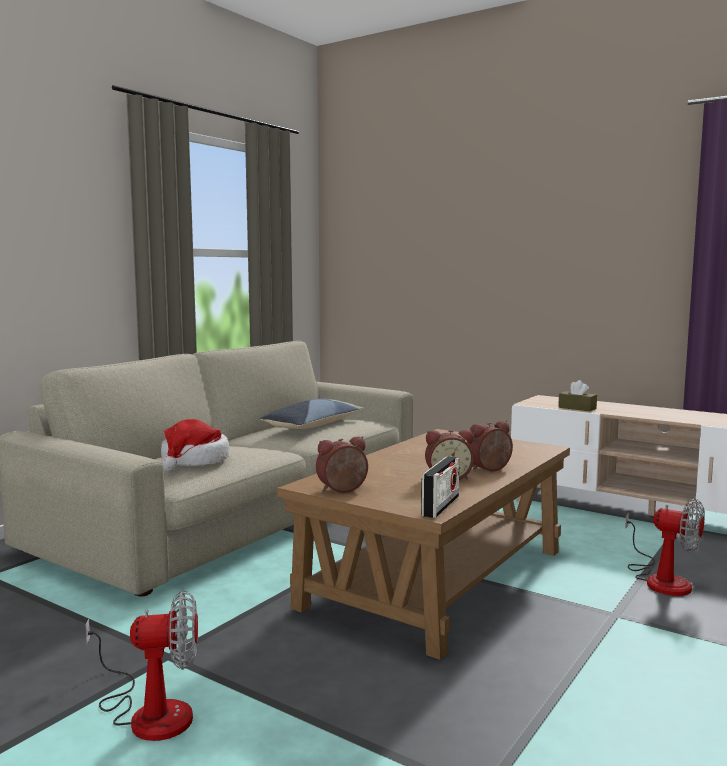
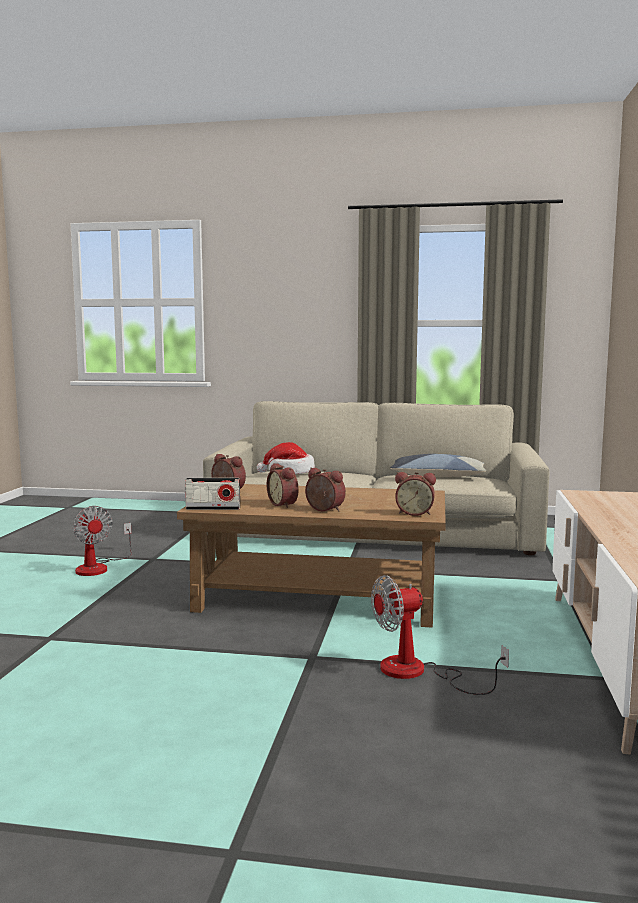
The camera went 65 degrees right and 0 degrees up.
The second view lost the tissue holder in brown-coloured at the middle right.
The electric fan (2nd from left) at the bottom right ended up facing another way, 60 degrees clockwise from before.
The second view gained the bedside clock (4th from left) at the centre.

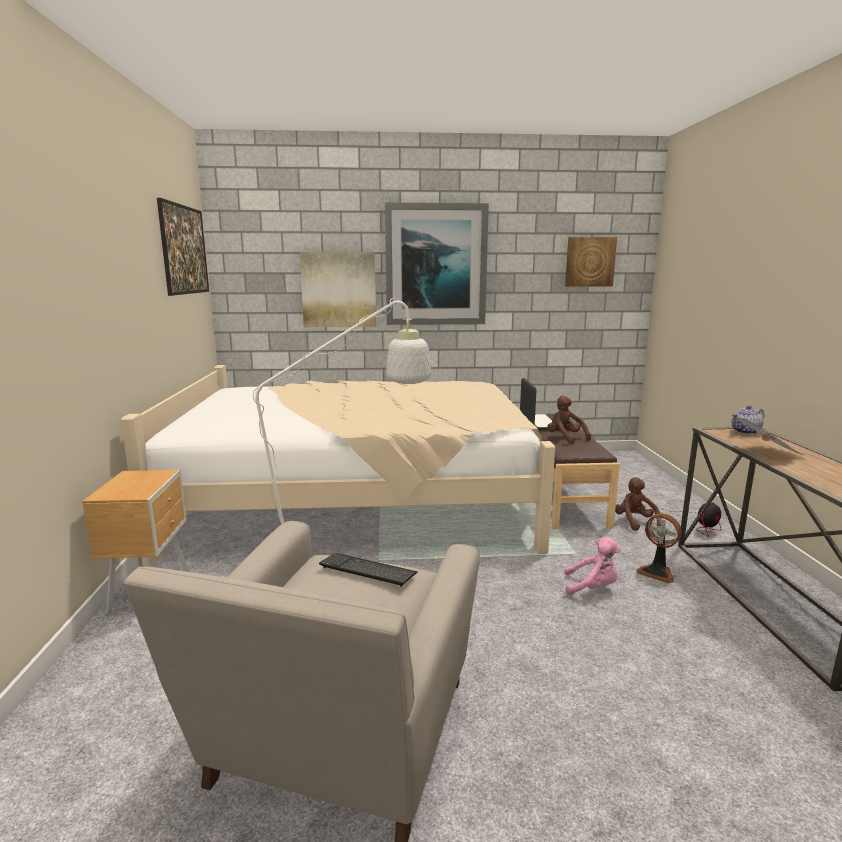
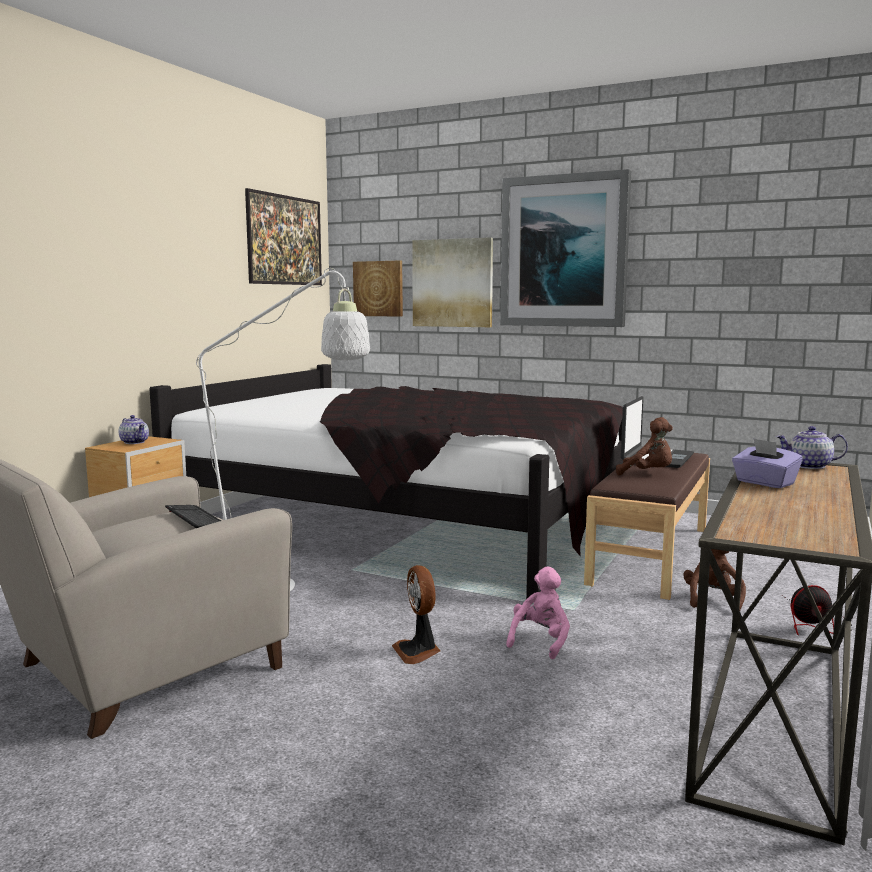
The camera went 30 degrees right and 5 degrees down.
What was the bedroom bed in beige at the centre turned into the bedroom bed in black at the centre.
The soft toy in brown-coloured (1st from left) at the middle right ended up facing another way, 120 degrees clockwise from before.
The wall art (4th from left in the first image) ended up elsewhere, having gone from the top right to the top centre.
The soft toy in pink at the bottom right ended up facing another way, 105 degrees counterclockwise from before.
The electric fan (1st from left) ended up elsewhere, having gone from the middle right to the bottom centre.
Where the printed paper stood at the middle right, the tissue holder in purplish came to stand at the middle right.
The second view gained the teapot (1st from left) at the middle left.

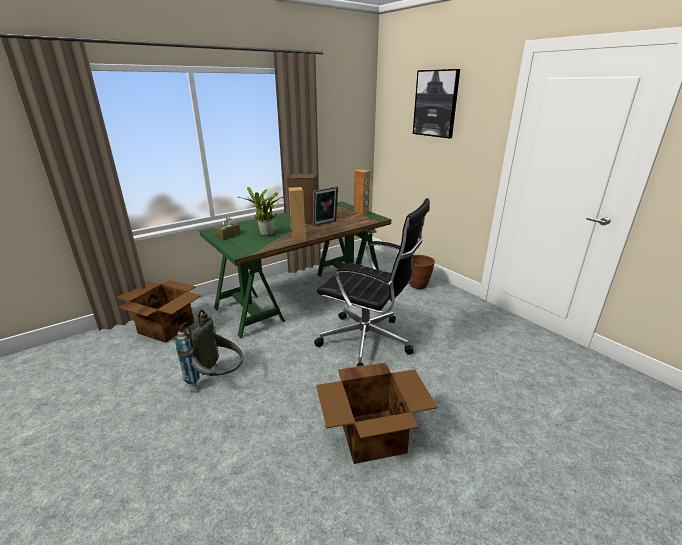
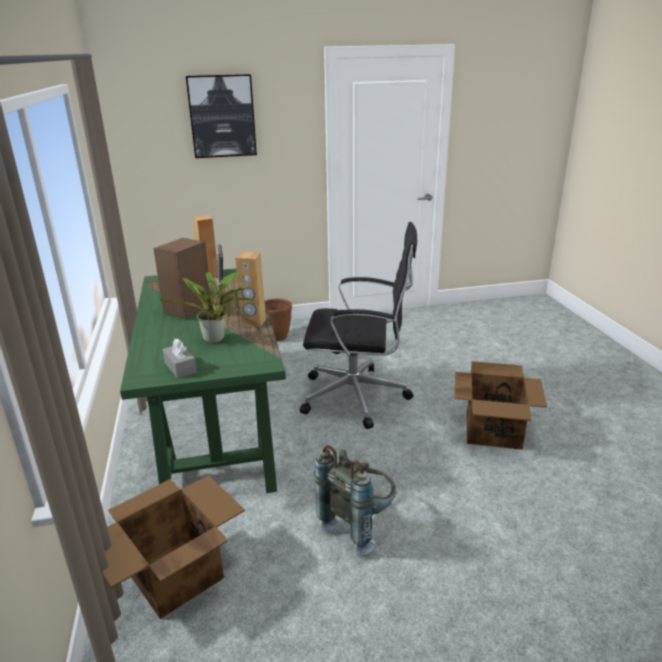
The camera went 65 degrees left and 0 degrees up.
What was the tissue holder in brown-coloured at the middle left turned into the tissue holder in grey at the middle left.
The office chair in black at the centre ended up facing another way, 45 degrees clockwise from before.

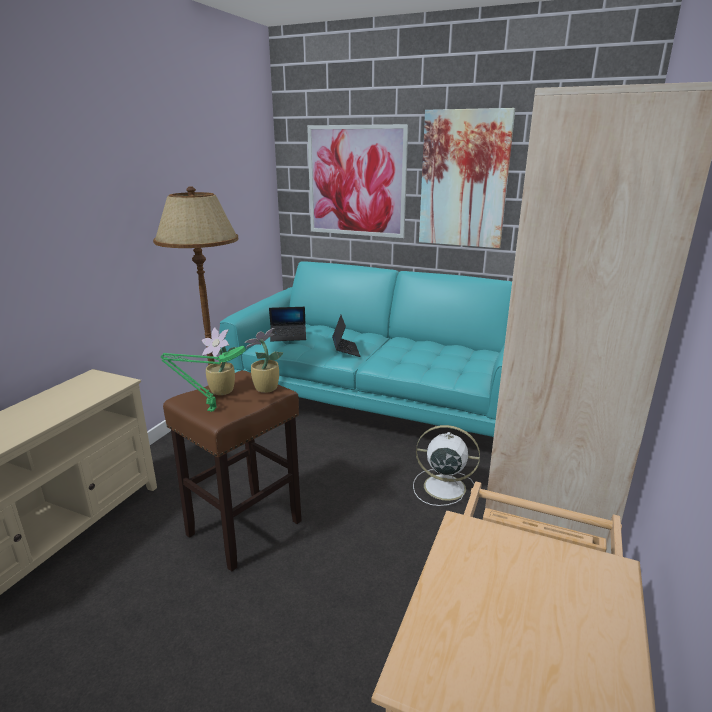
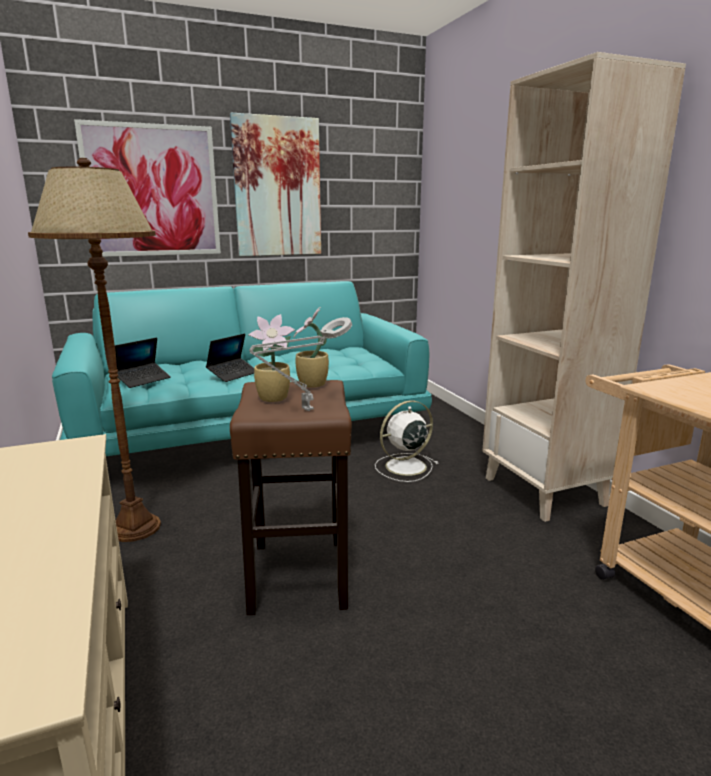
The camera went 45 degrees left and 5 degrees down.
What was the tabletop lamp in greenish at the middle left turned into the tabletop lamp in grey at the centre.
The notebook computer (2nd from left) at the centre ended up facing another way, 90 degrees clockwise from before.

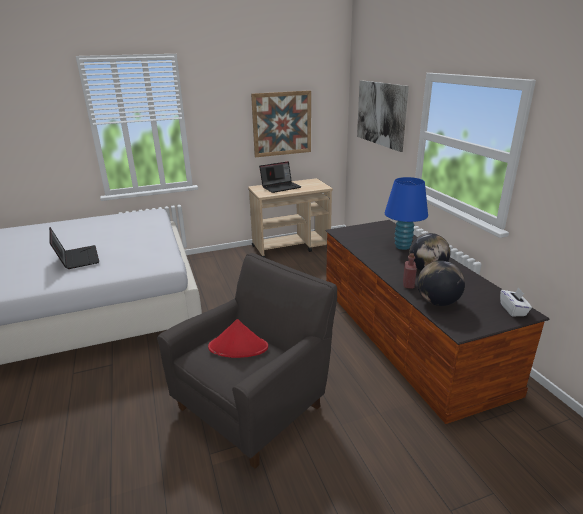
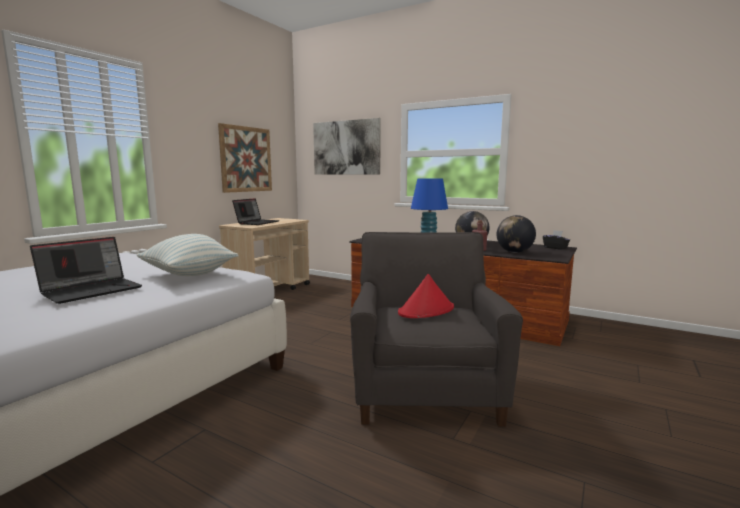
The camera went 40 degrees left and 15 degrees down.
The notebook computer (1st from left) at the middle left ended up facing another way, 105 degrees clockwise from before.
What was the tissue holder in whitish at the middle right turned into the tissue holder in black at the middle right.
The second view gained the throw pillow at the middle left.

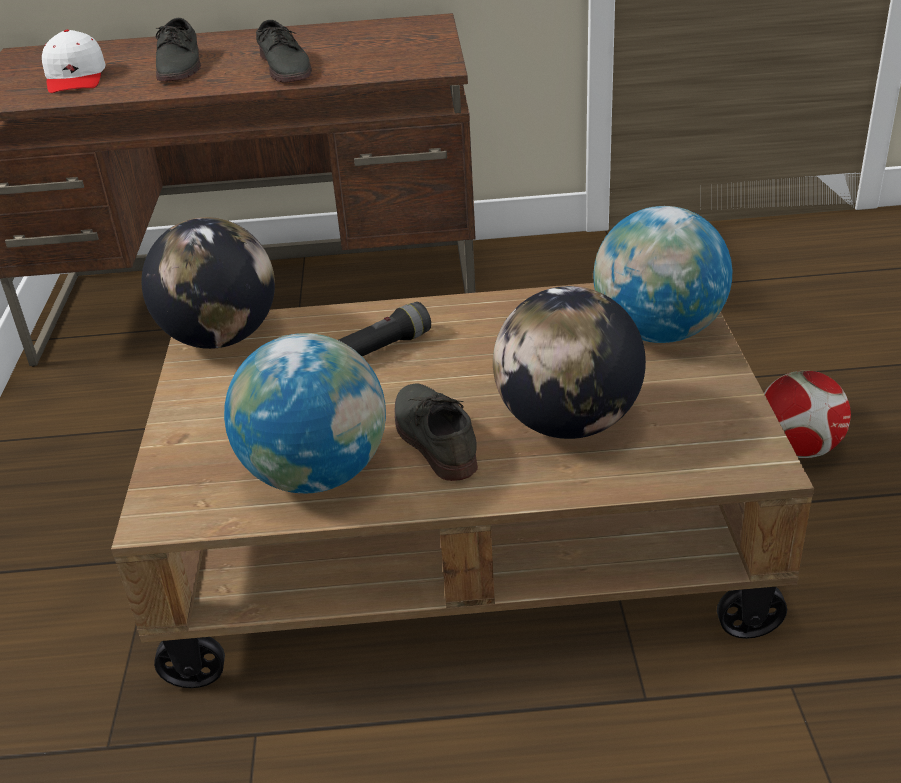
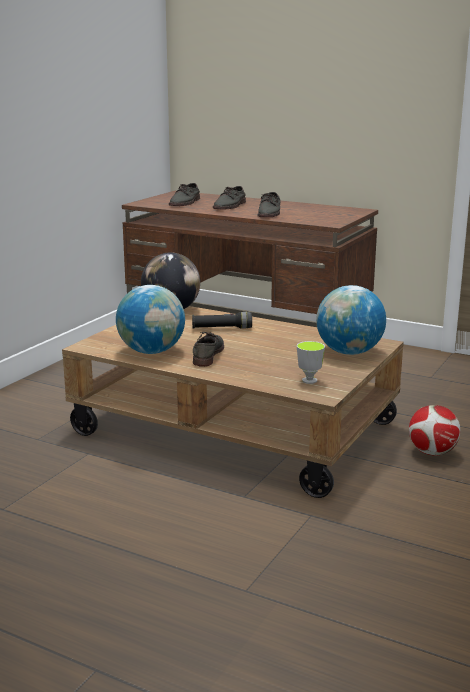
The camera went 30 degrees right and 15 degrees down.
Where the peaked cap in whitish stood at the top left, the shoe in grey (1st from left) came to stand at the top centre.
The second view lost the desk globe (3rd from left) at the centre.
The second view gained the small cup at the centre.

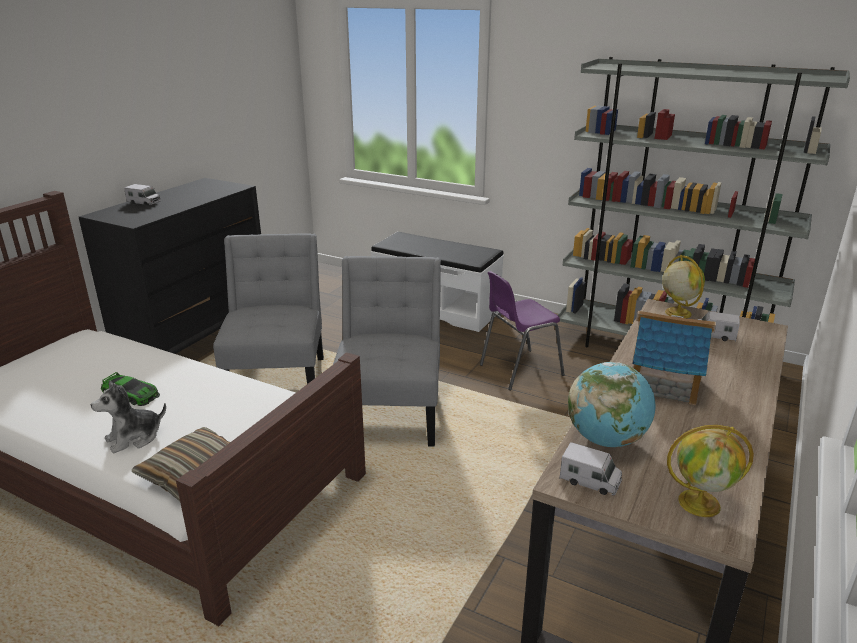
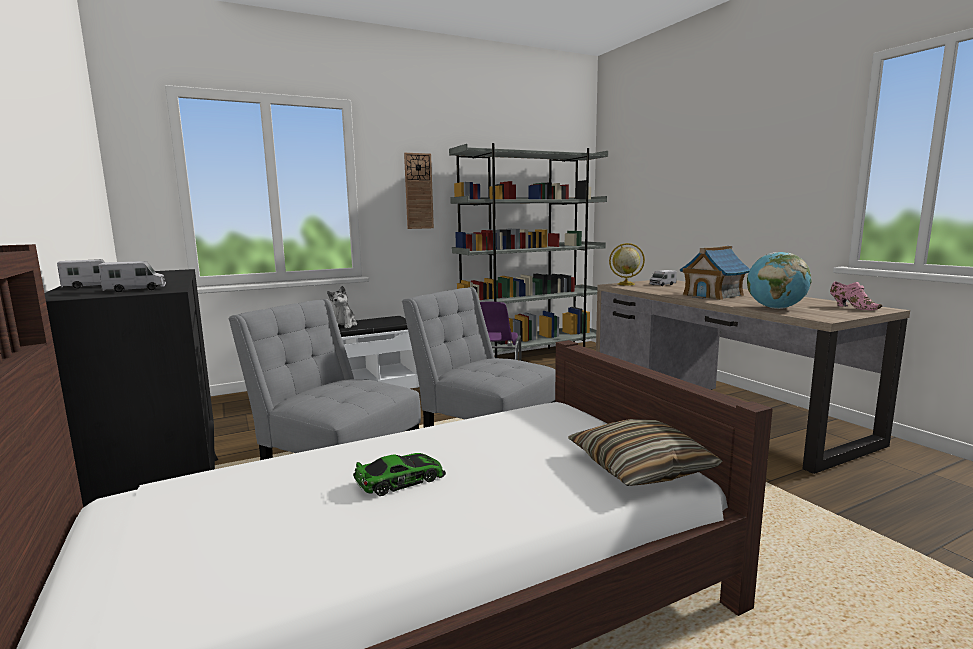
The camera went 55 degrees left and 15 degrees down.
The soft toy ended up elsewhere, having gone from the middle left to the centre.
The model truck (2nd from left) ended up elsewhere, having gone from the bottom right to the middle left.
Where the desk globe (3rd from left) stood at the bottom right, the shoe in pink came to stand at the middle right.
The second view gained the wall clock at the top centre.

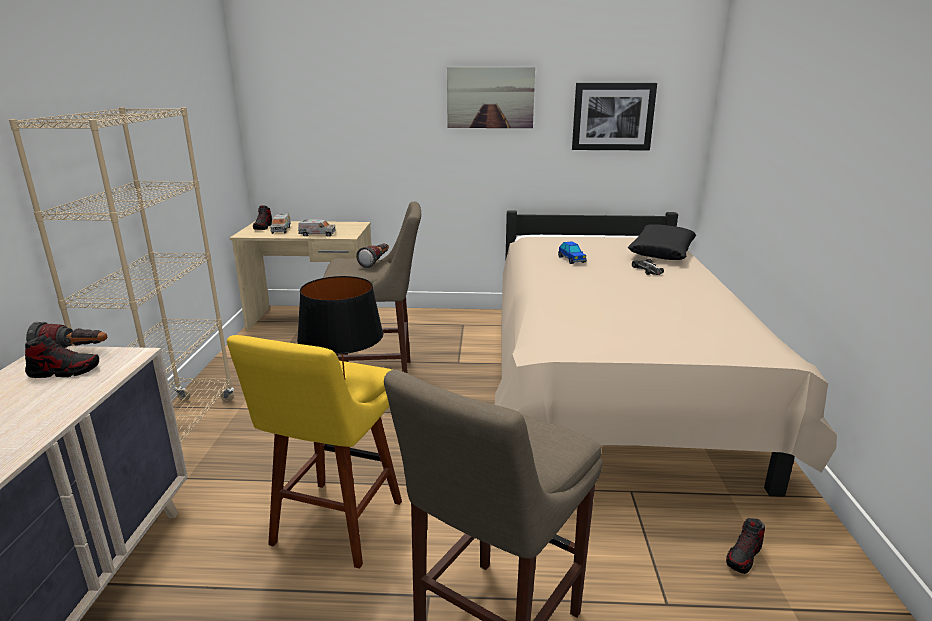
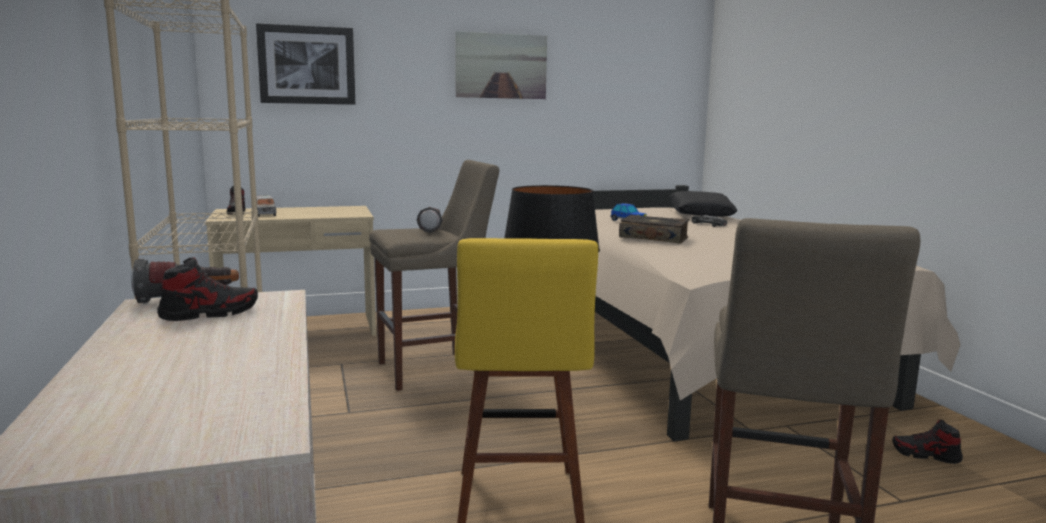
The camera went 20 degrees left and 10 degrees down.
The second view lost the model truck (2nd from left) at the centre.
The wall art (2nd from left in the first image) ended up elsewhere, having gone from the top centre to the top left.
The shoe (3rd from left) at the bottom right ended up facing another way, 90 degrees clockwise from before.
The second view gained the bound book at the centre.

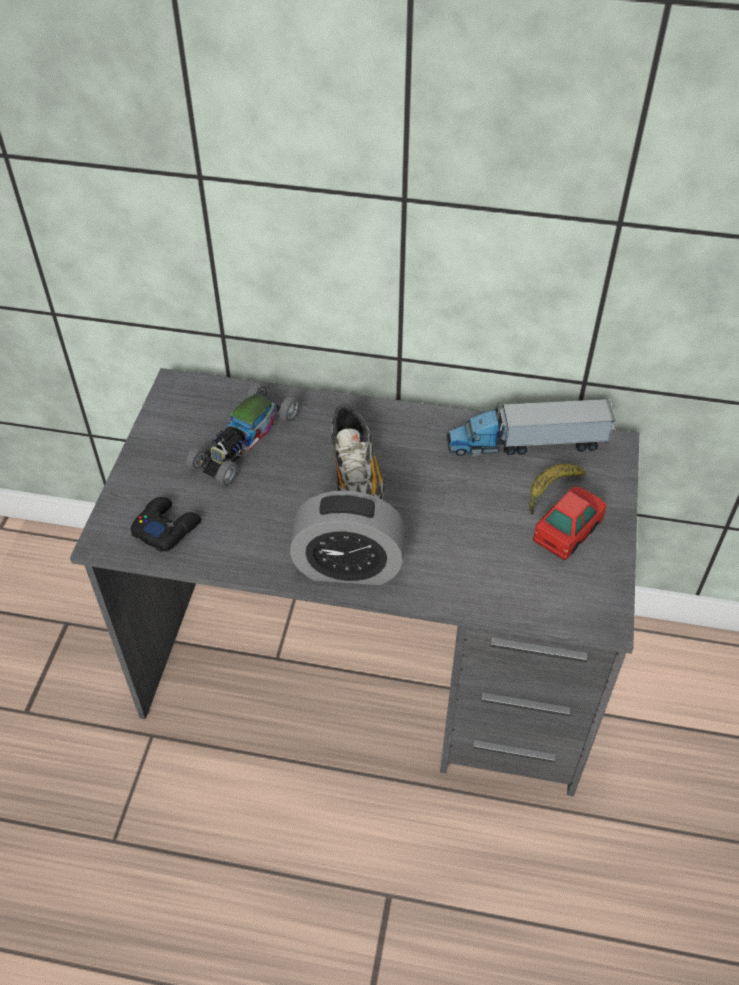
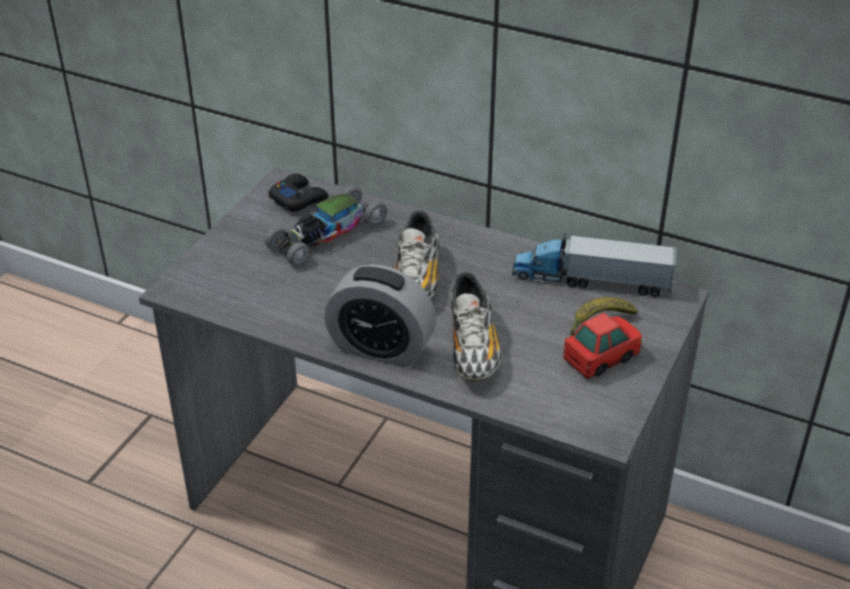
The camera went 15 degrees right and 10 degrees down.
The gamepad in black ended up elsewhere, having gone from the middle left to the top centre.
The second view gained the shoe (2nd from left) at the centre.

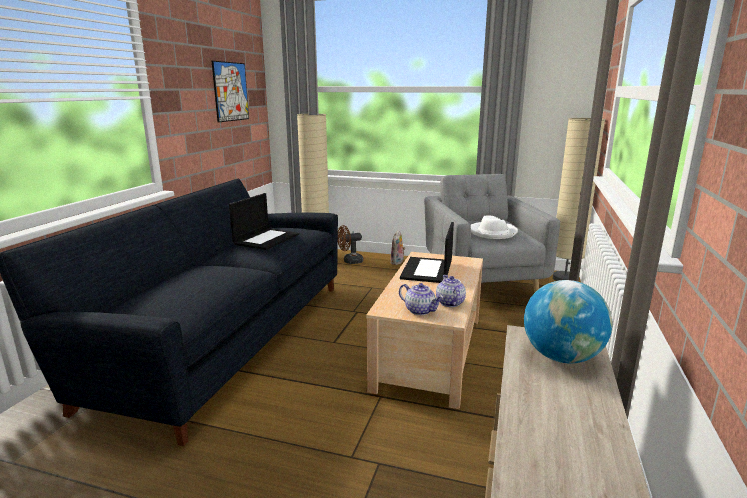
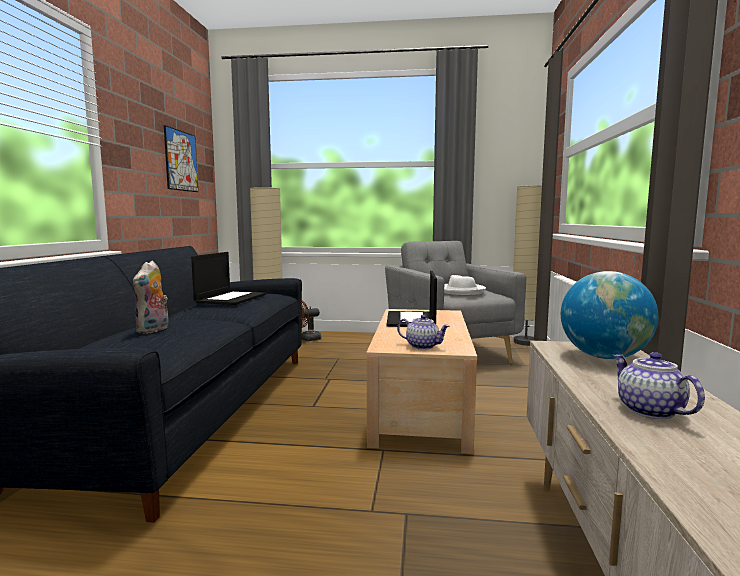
The camera went 10 degrees left and 10 degrees down.
The soft toy ended up elsewhere, having gone from the centre to the middle left.
The teapot (2nd from left) ended up elsewhere, having gone from the centre to the bottom right.

